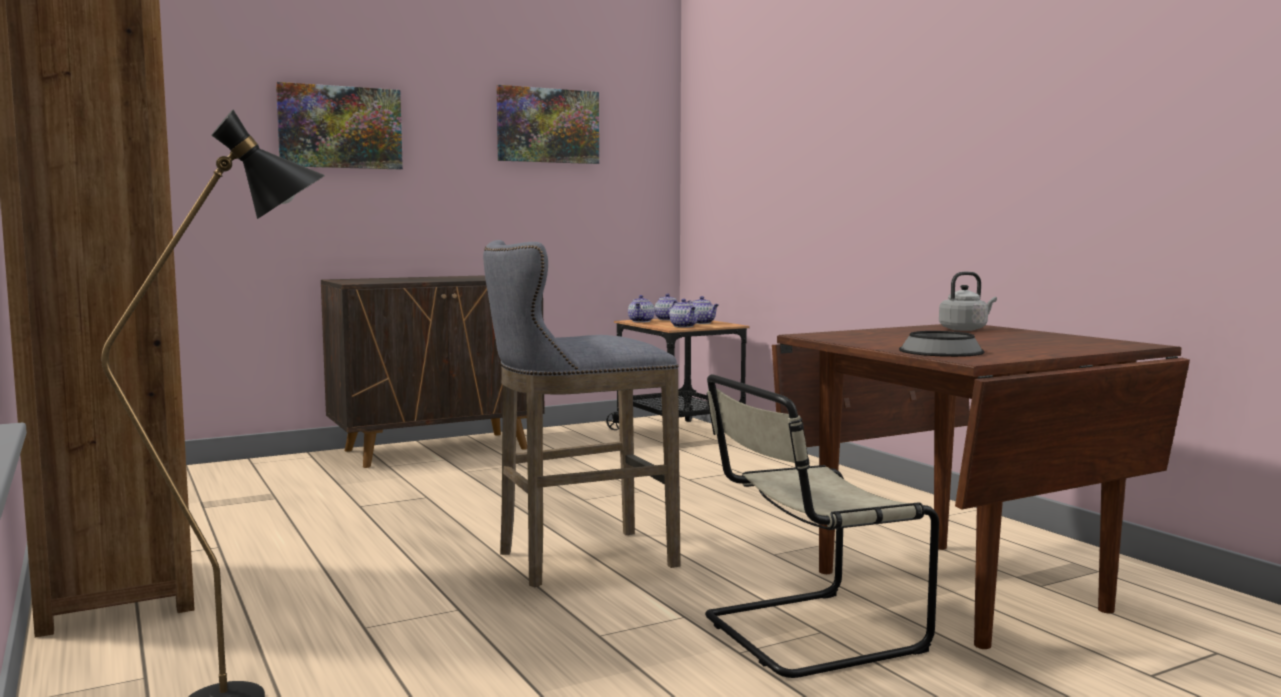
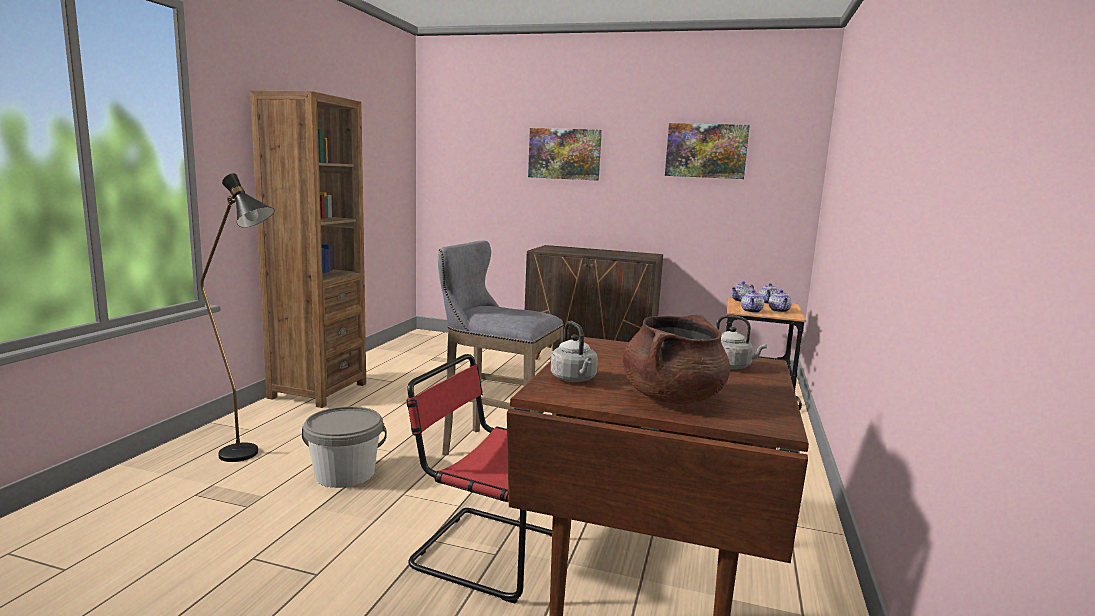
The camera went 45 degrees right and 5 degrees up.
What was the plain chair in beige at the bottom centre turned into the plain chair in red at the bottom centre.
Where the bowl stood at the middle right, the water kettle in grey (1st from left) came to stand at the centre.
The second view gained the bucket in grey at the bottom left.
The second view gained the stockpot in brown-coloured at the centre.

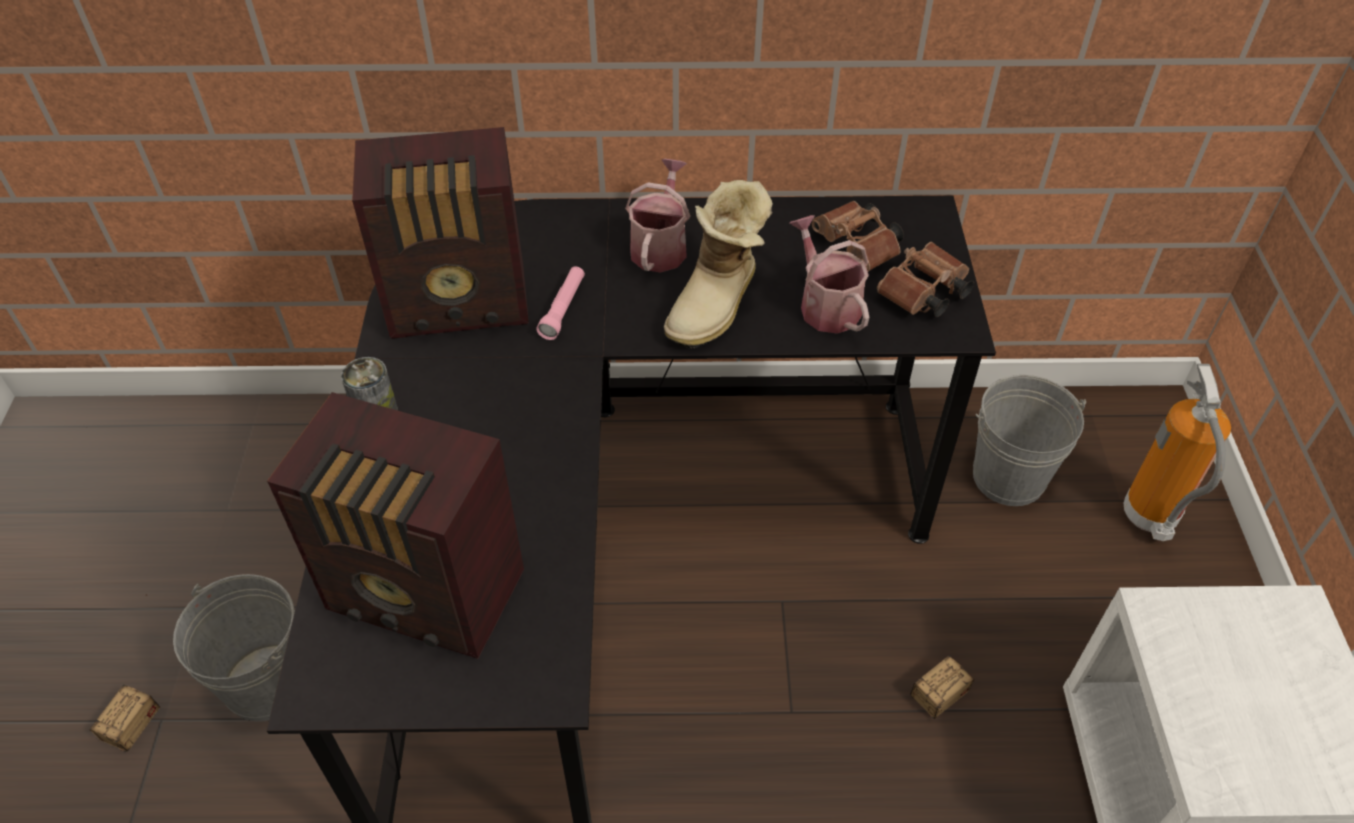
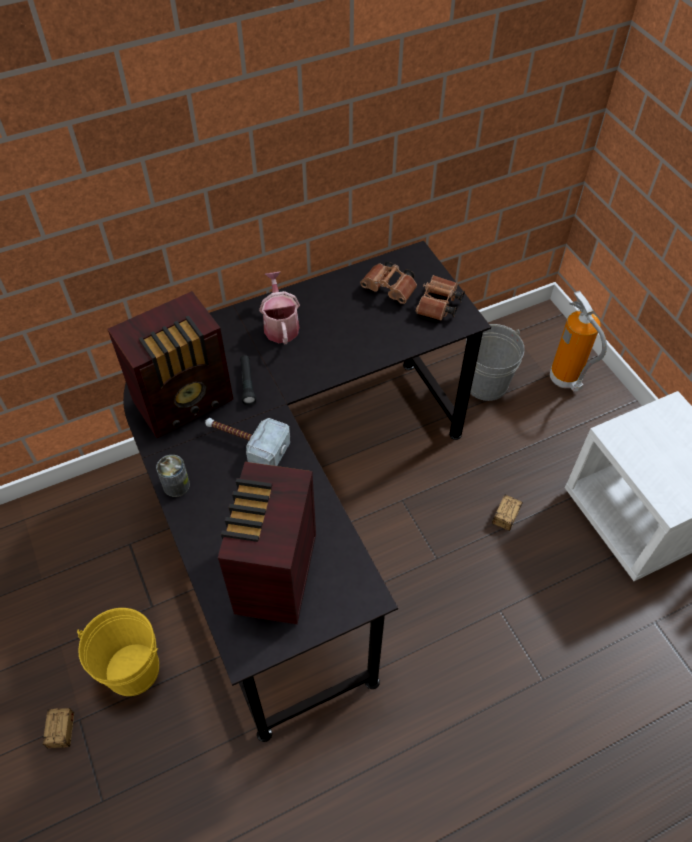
The camera went 25 degrees left and 5 degrees up.
What was the bucket in grey (1st from left) at the bottom left turned into the bucket in yellow at the bottom left.
The radio receiver (1st from left in the first image) at the middle left ended up facing another way, 105 degrees clockwise from before.
What was the flashlight in pink at the centre turned into the flashlight in black at the centre.
The second view lost the high-top boot at the top centre.
The second view lost the sprinkling can (2nd from left) at the top centre.
The second view gained the tool hammer at the centre.

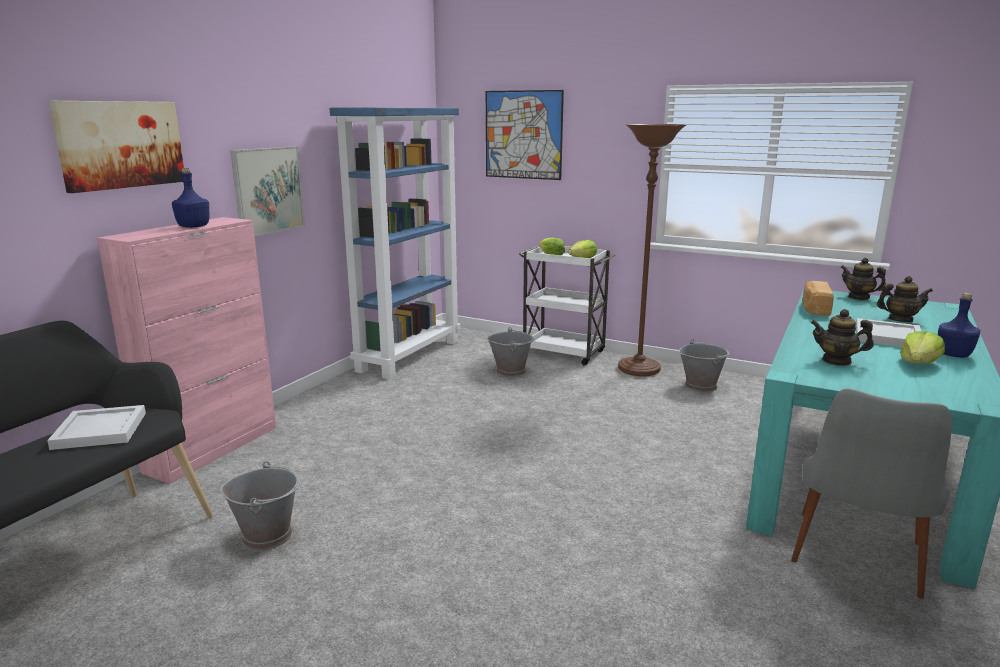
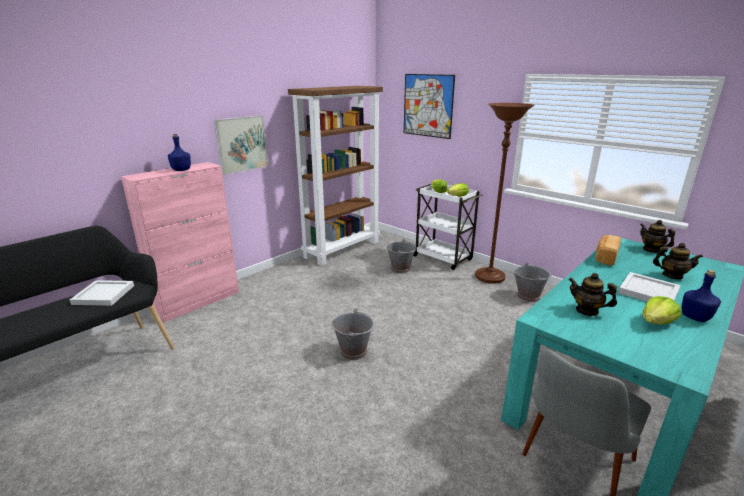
The camera went 15 degrees right and 5 degrees up.
The second view lost the wall art (1st from left) at the top left.
The bucket in grey (1st from left) ended up elsewhere, having gone from the bottom left to the bottom centre.
What was the shelving unit in blue at the centre turned into the shelving unit in brown-coloured at the centre.

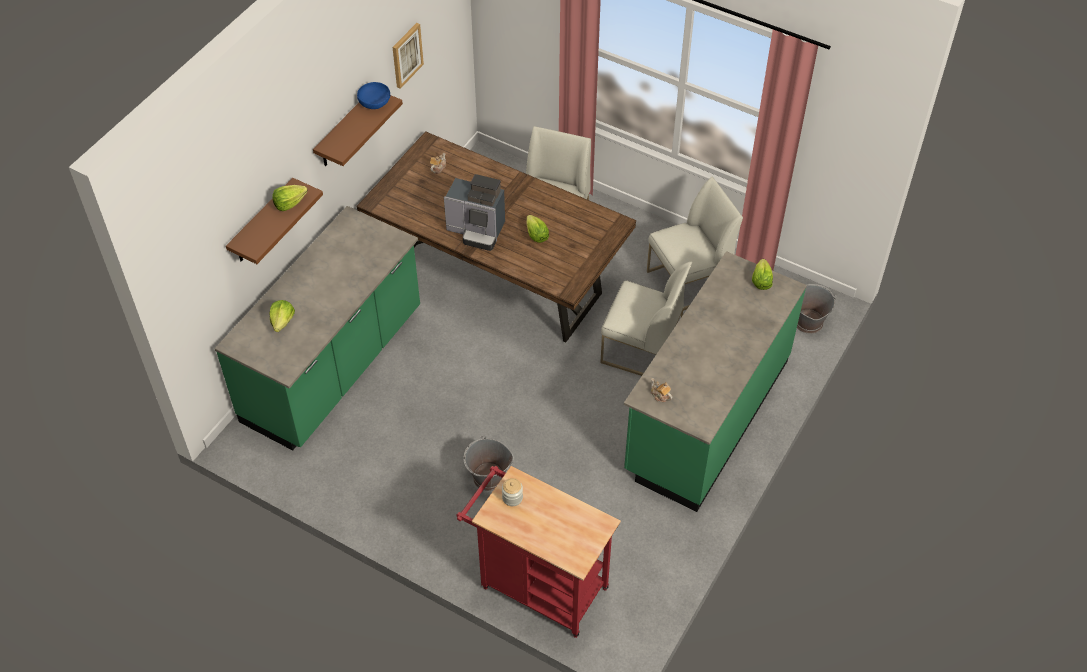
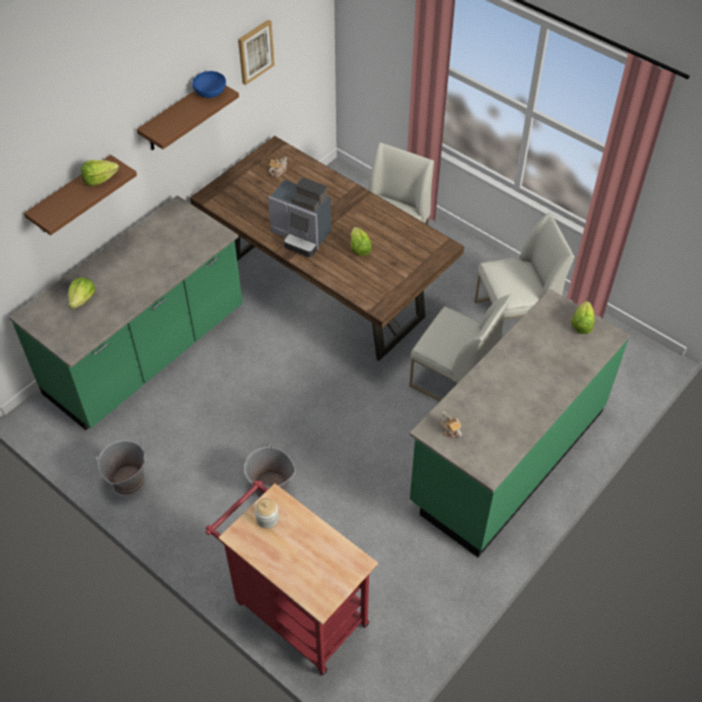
The camera went 10 degrees right and 0 degrees up.
The bucket in grey (2nd from left in the first image) ended up elsewhere, having gone from the middle right to the middle left.

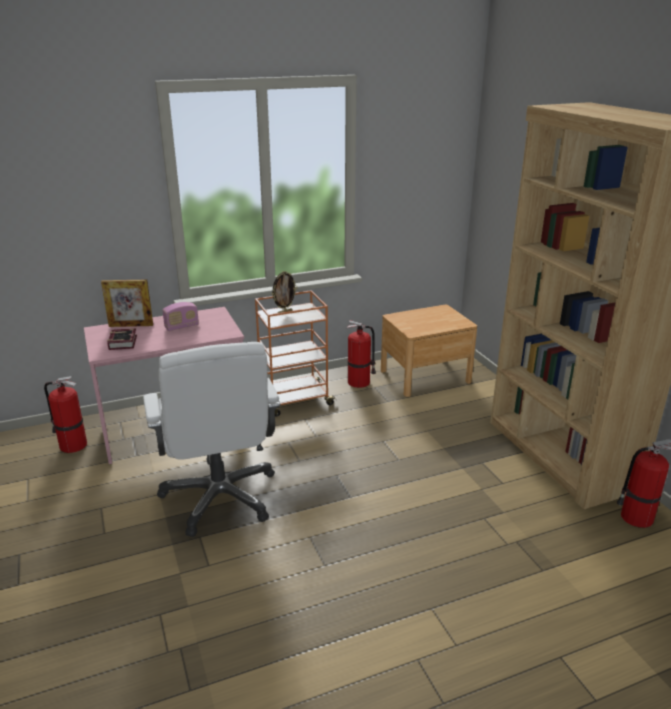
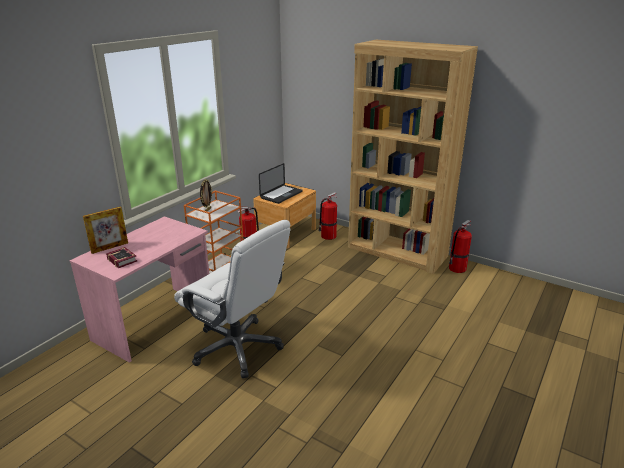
The camera went 35 degrees left and 0 degrees up.
The fire extinguisher (1st from left in the first image) ended up elsewhere, having gone from the middle left to the centre.
The second view lost the radio receiver at the middle left.
The second view gained the notebook computer at the centre.

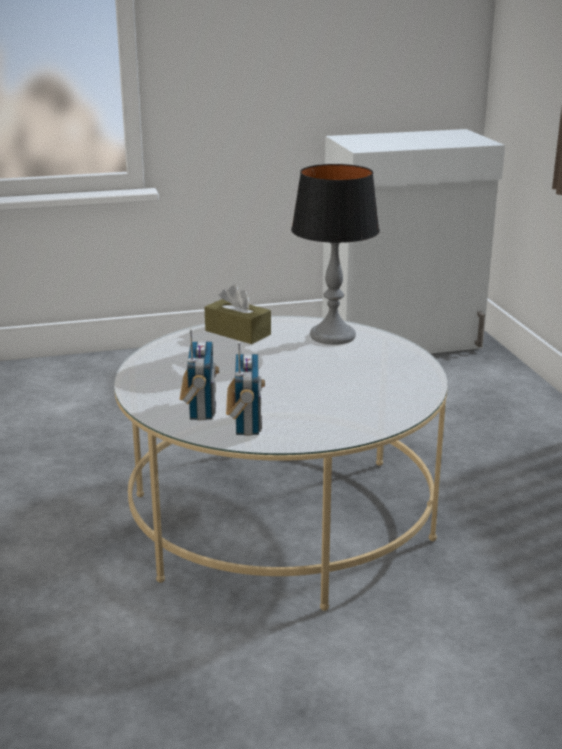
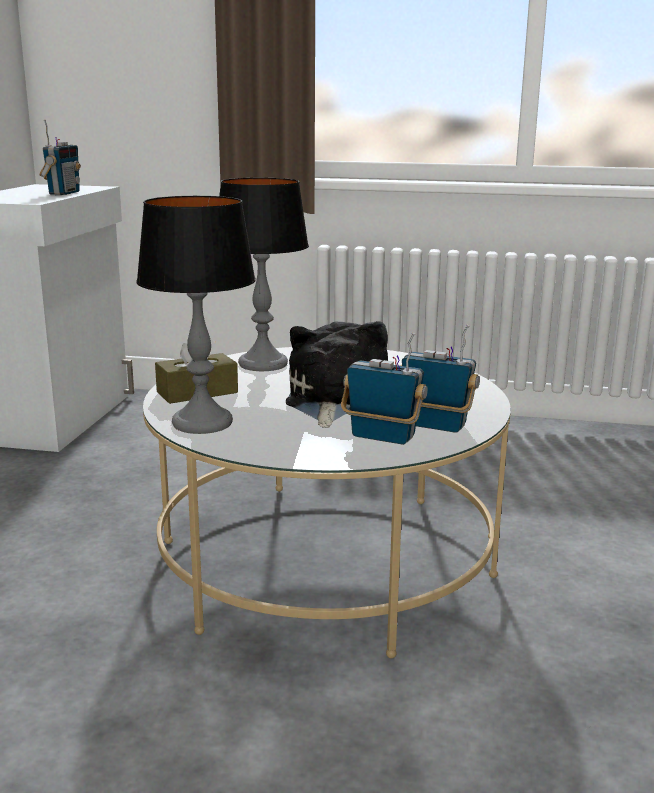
The camera went 65 degrees left and 5 degrees down.
The second view gained the radio receiver (1st from left) at the top left.
The second view gained the tabletop lamp (1st from left) at the middle left.
The second view gained the soft toy at the centre.

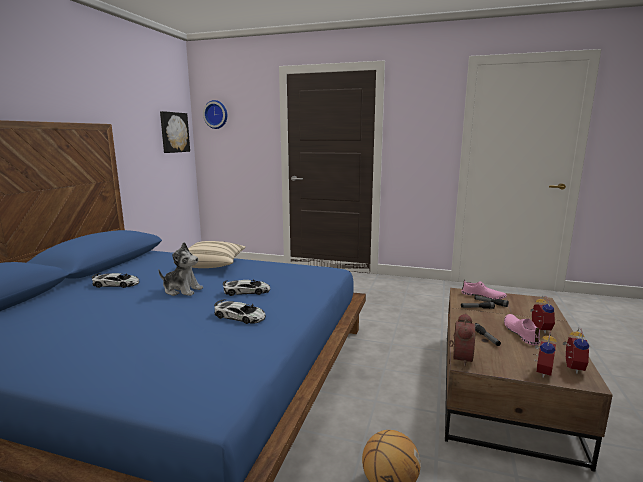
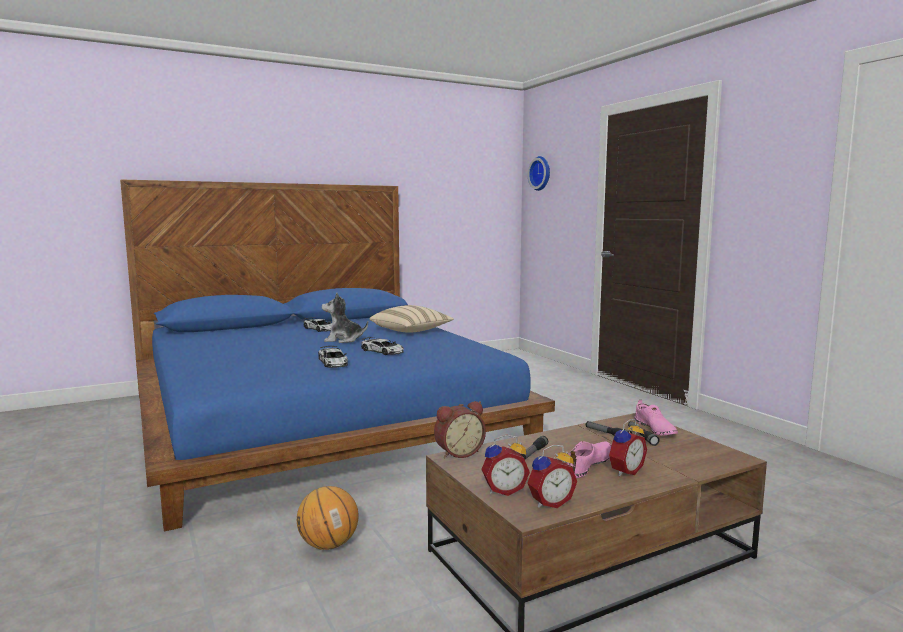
The camera went 45 degrees right and 5 degrees down.
The soft toy at the middle left ended up facing another way, 120 degrees clockwise from before.
The second view lost the wall art at the top left.

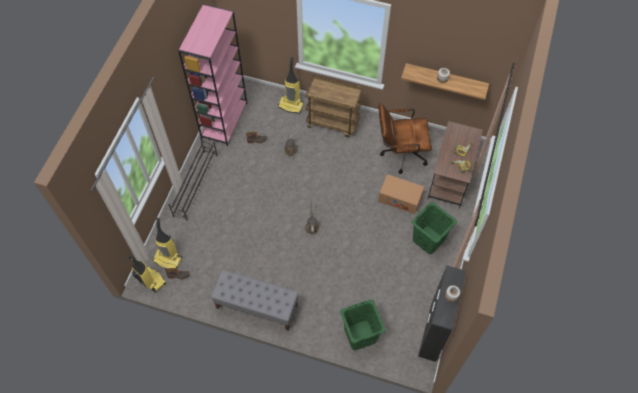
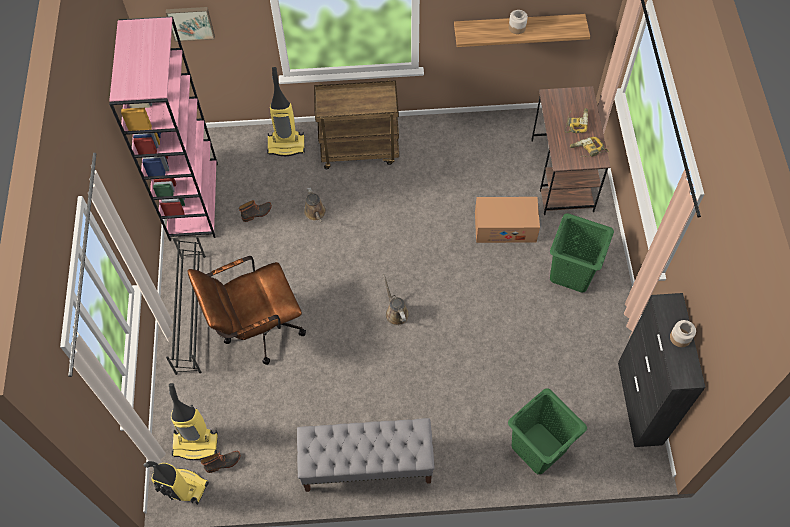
The camera went 20 degrees left and 0 degrees up.
The office chair in brown-coloured ended up elsewhere, having gone from the centre to the middle left.
The second view gained the wall art at the top left.

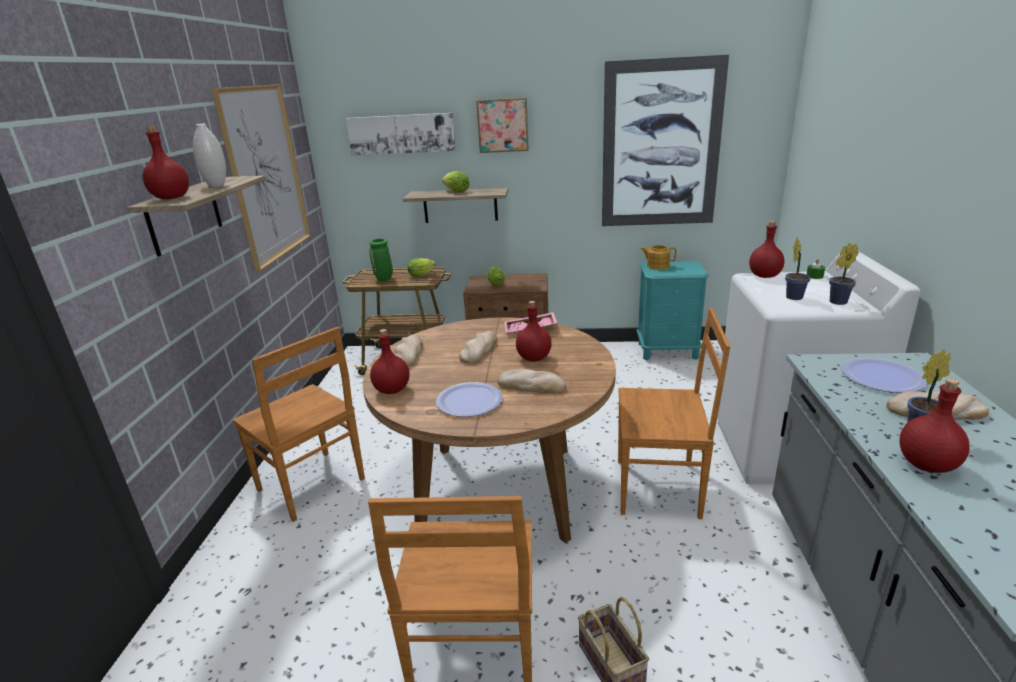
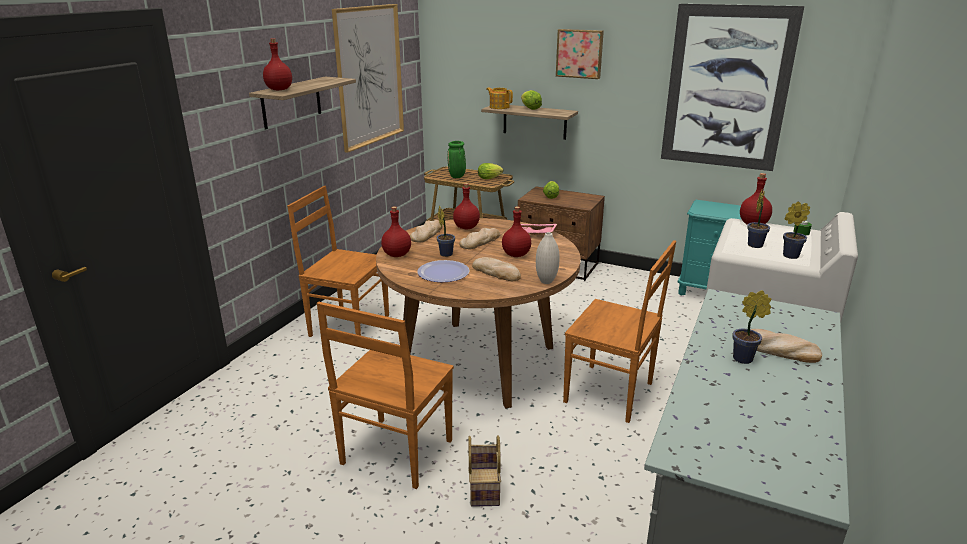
The camera went 20 degrees right and 0 degrees up.
The decorative vase in whitish ended up elsewhere, having gone from the top left to the centre.
The plain chair in brown-coloured (1st from left) at the middle left ended up facing another way, 135 degrees clockwise from before.
The second view lost the wall art (2nd from left) at the top centre.
The teapot ended up elsewhere, having gone from the centre to the top centre.
The second view lost the plate (2nd from left) at the middle right.
The drink bottle in red (5th from left in the first image) ended up elsewhere, having gone from the middle right to the centre.
The second view gained the plant in a pot (1st from left) at the centre.

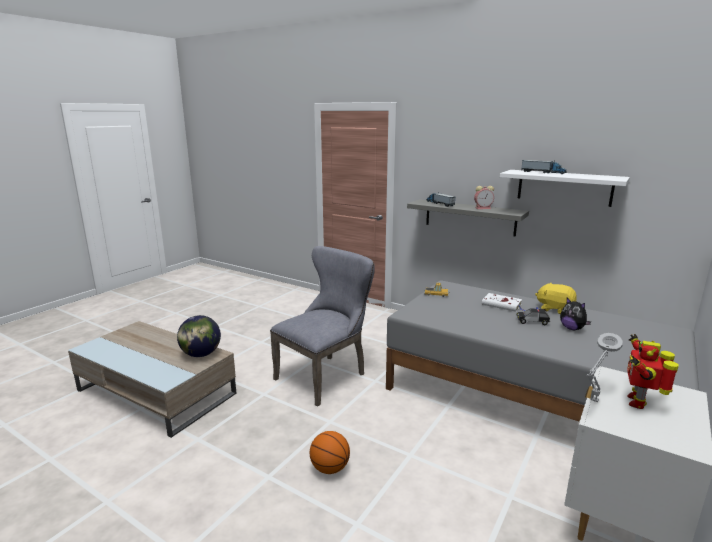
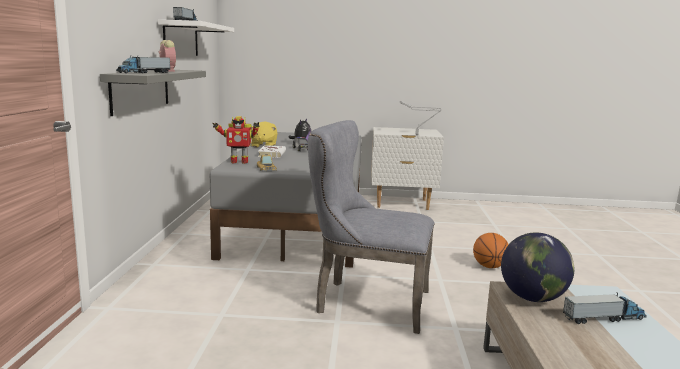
The camera went 120 degrees left and 5 degrees down.
The model robot ended up elsewhere, having gone from the bottom right to the centre.
The second view gained the model truck (3rd from left) at the bottom right.

